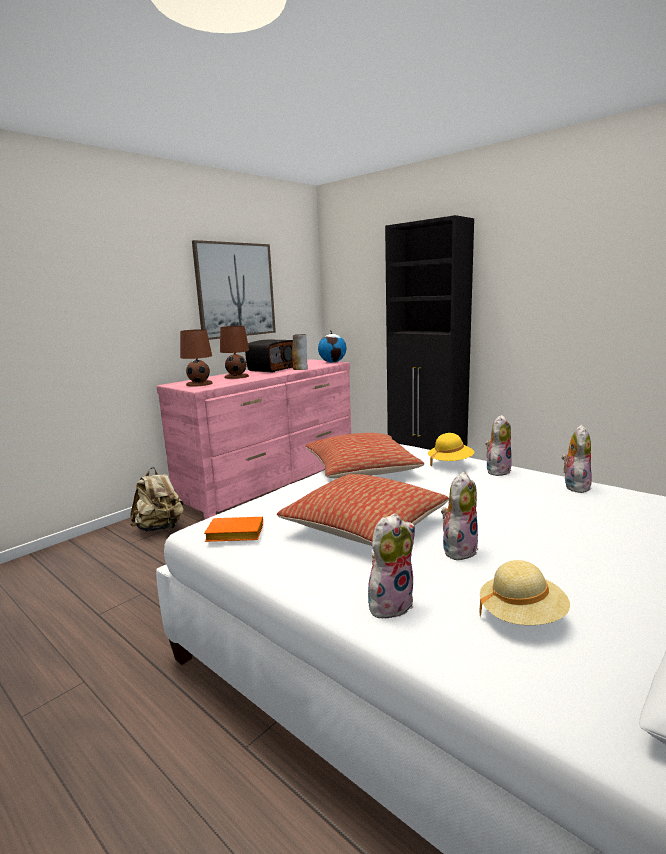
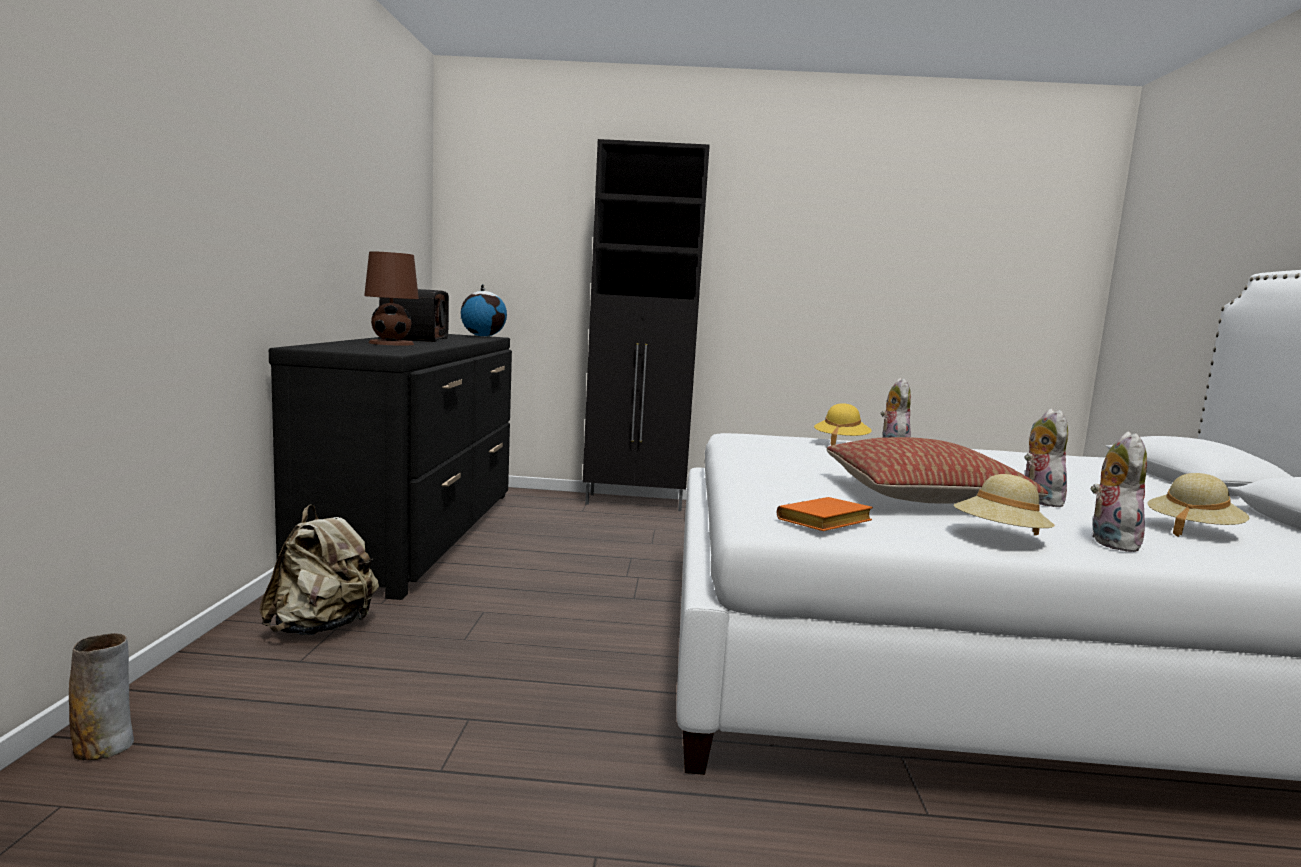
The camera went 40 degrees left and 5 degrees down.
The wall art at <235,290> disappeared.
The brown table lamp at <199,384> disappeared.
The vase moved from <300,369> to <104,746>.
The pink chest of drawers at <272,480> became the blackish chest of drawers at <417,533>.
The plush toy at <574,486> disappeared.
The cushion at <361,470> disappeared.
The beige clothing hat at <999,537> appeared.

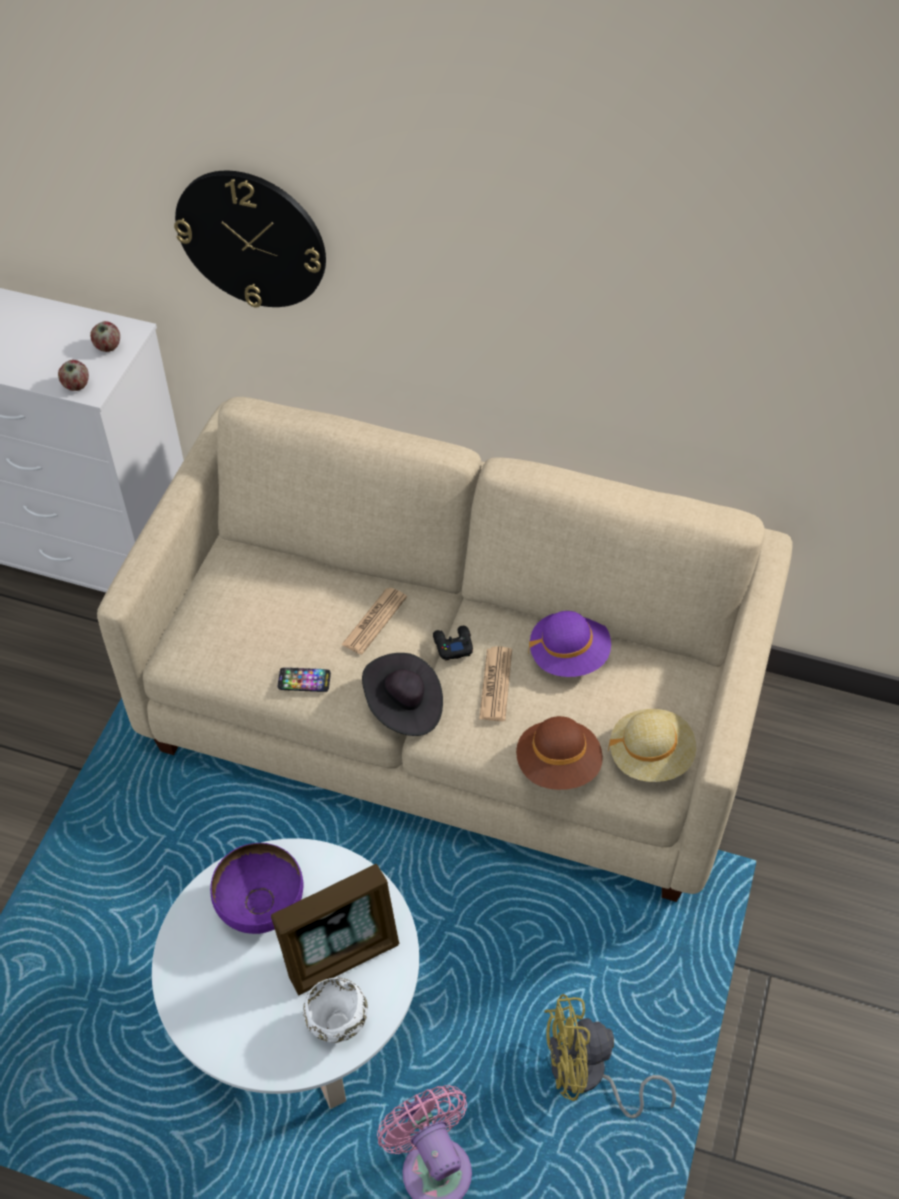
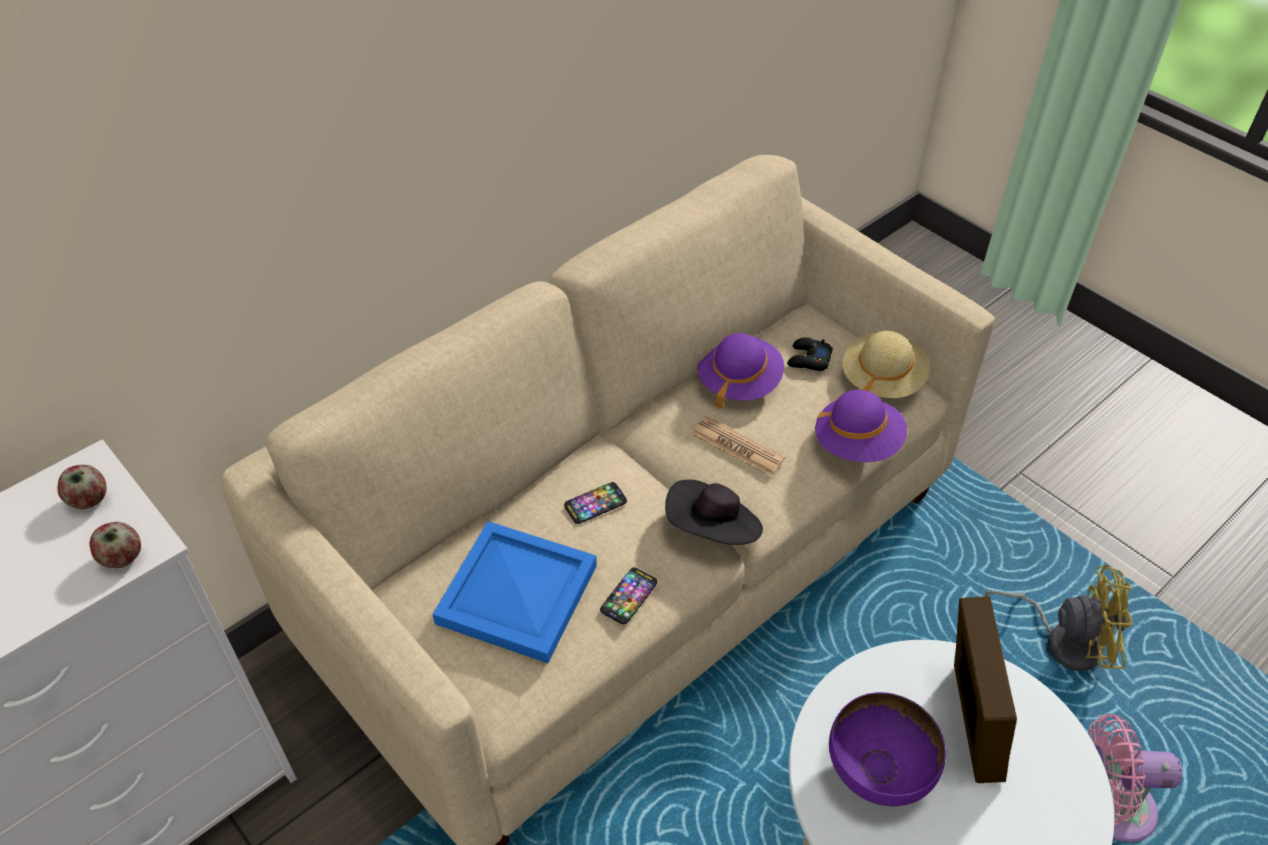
The camera went 60 degrees left and 5 degrees down.
The wall clock at <251,239> disappeared.
The printed paper at <374,621> was replaced by the phone at <595,504>.
The blackish joypad moved from <452,645> to <808,359>.
The brown clothing hat at <558,765> became the purplish clothing hat at <857,444>.
The whitish deep dish at <336,1024> disappeared.
The yellow fan at <588,1076> turned 105 degrees counterclockwise.
The blue tray at <518,596> appeared.

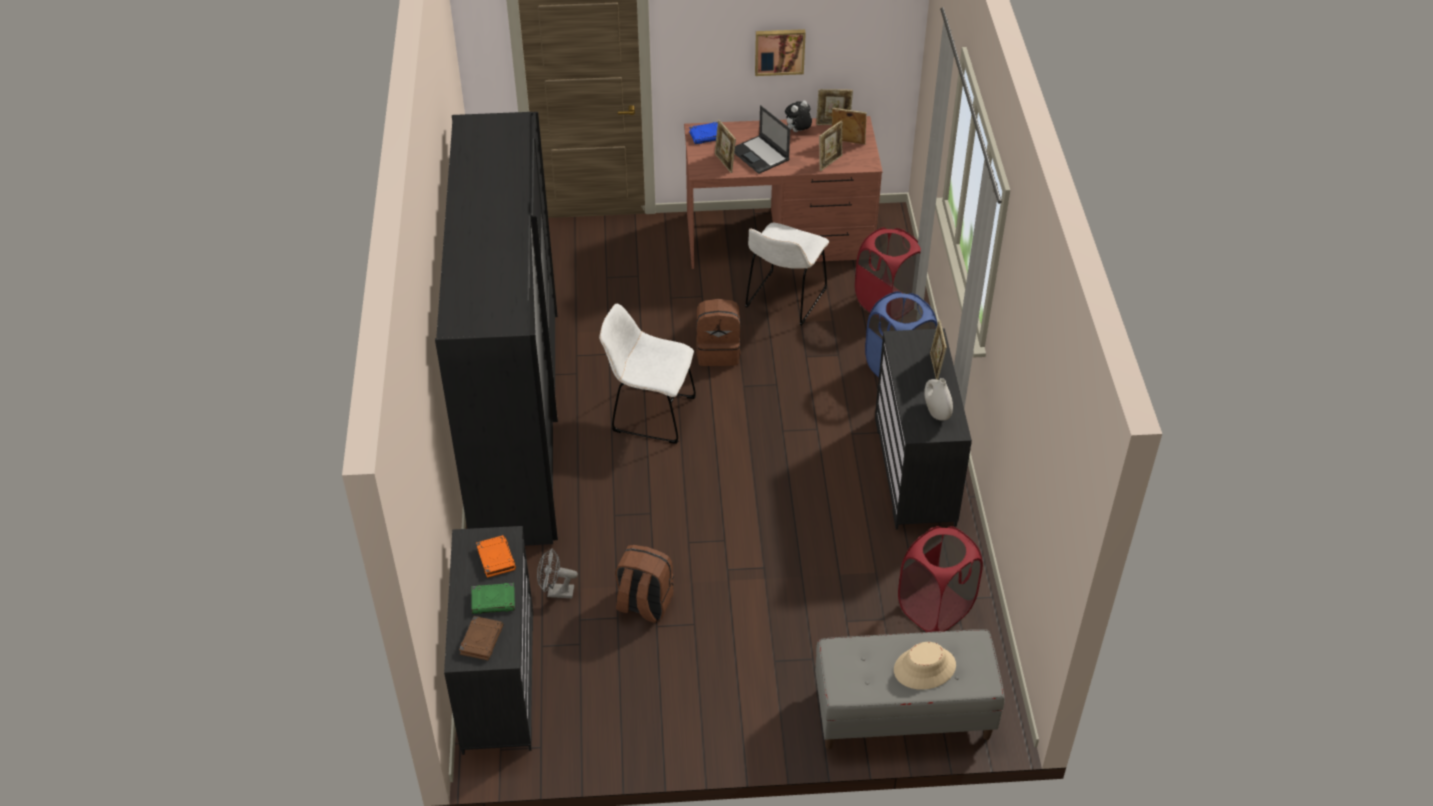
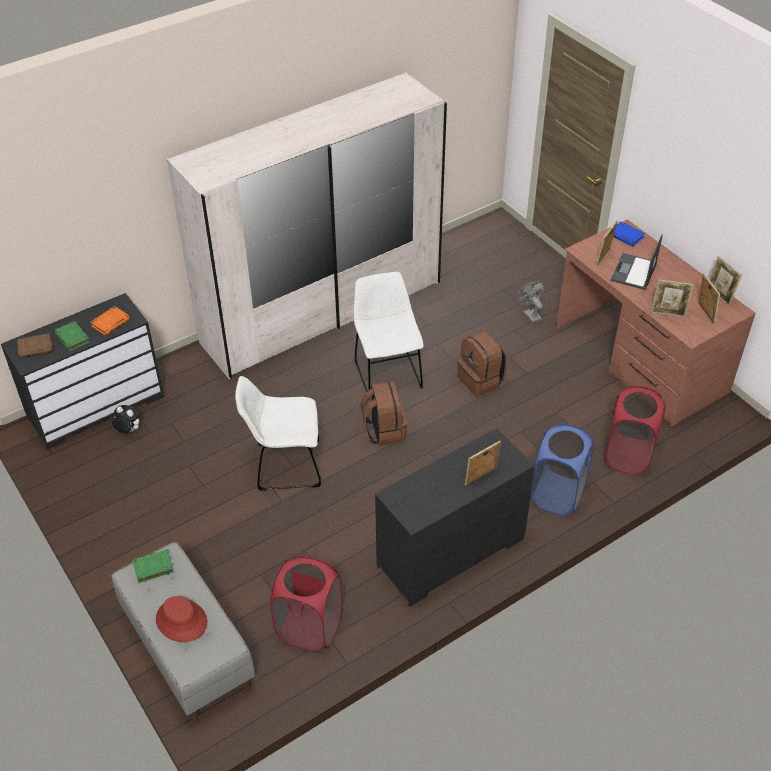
The camera went 60 degrees right and 0 degrees up.
The wall art at <779,51> disappeared.
The plush toy moved from <797,132> to <128,430>.
The blackish wardrobe at <516,425> became the whitish wardrobe at <323,312>.
The whitish plain chair moved from <784,301> to <284,465>.
The whitish vase at <936,412> disappeared.
The brown backpack moved from <644,604> to <384,430>.
The gray fan moved from <556,592> to <530,314>.
The beige clothing hat at <924,668> became the red-coloured clothing hat at <181,621>.
The green-coloured book at <153,568> appeared.

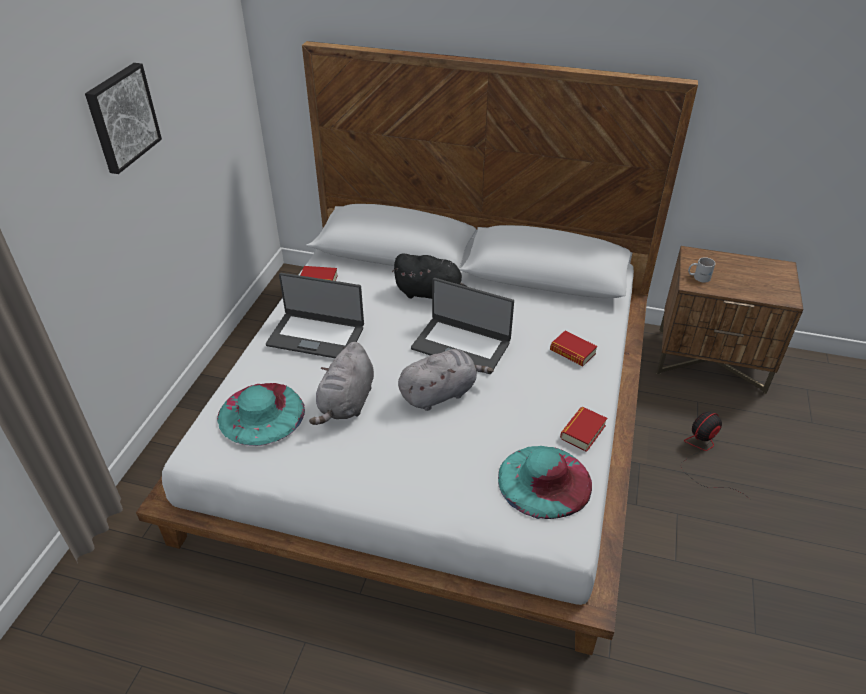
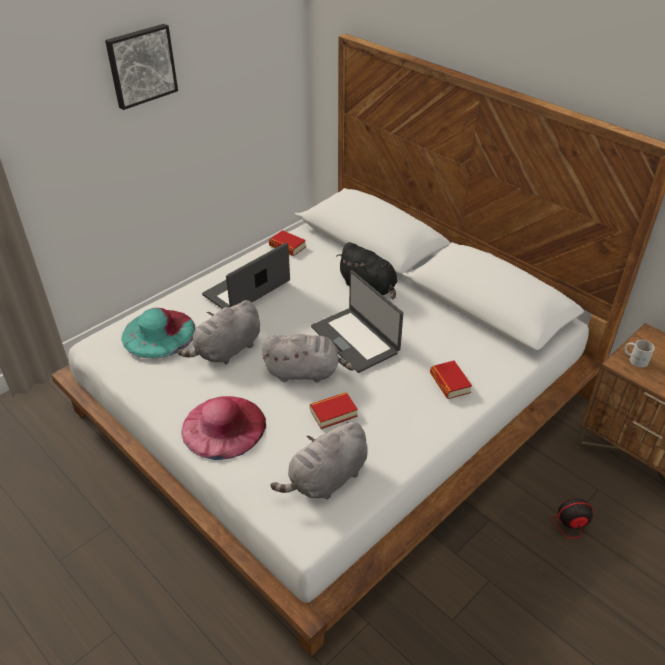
The camera went 30 degrees right and 0 degrees up.
The laptop at <316,335> turned 90 degrees clockwise.
The book moved from <583,432> to <333,413>.
The turquoise-coloured clothing hat at <544,481> was replaced by the gray plush toy at <326,479>.
The pink clothing hat at <223,426> appeared.

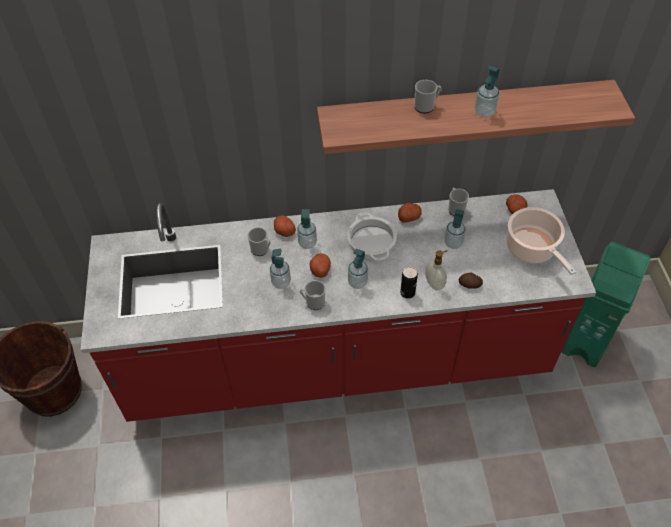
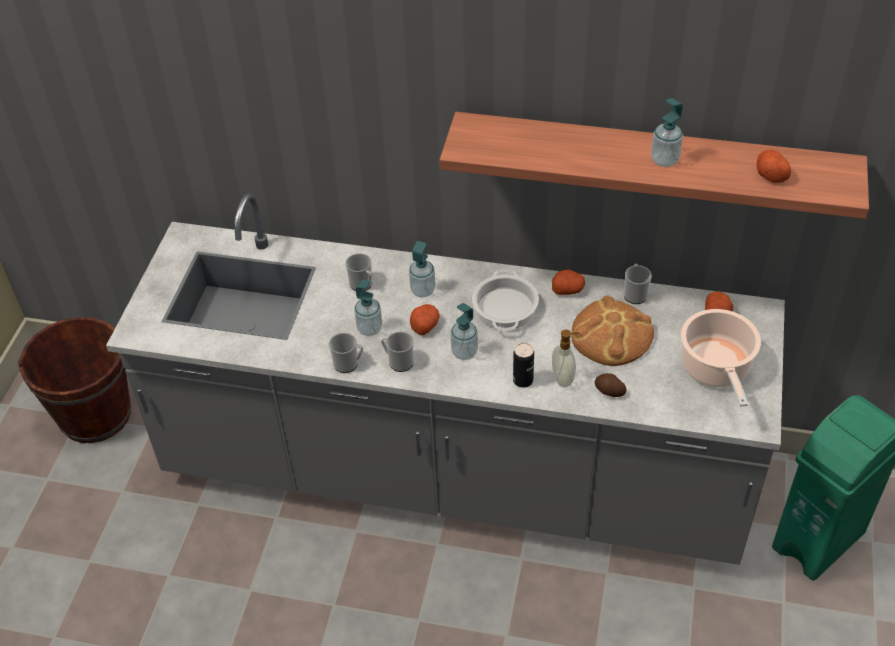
The camera went 20 degrees right and 5 degrees down.
The tea mug moved from <426,106> to <348,364>.
The red-coloured counter at <337,361> became the gray counter at <454,474>.
The soap bottle at <453,243> was replaced by the baked bread at <611,335>.
The whole potato moved from <284,230> to <770,174>.

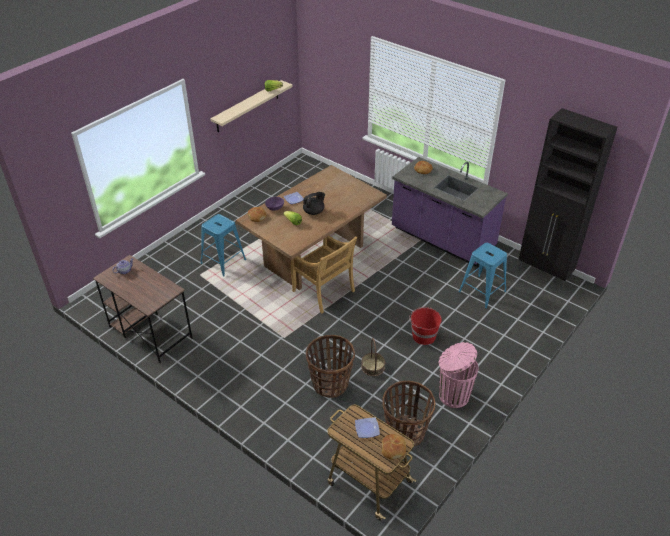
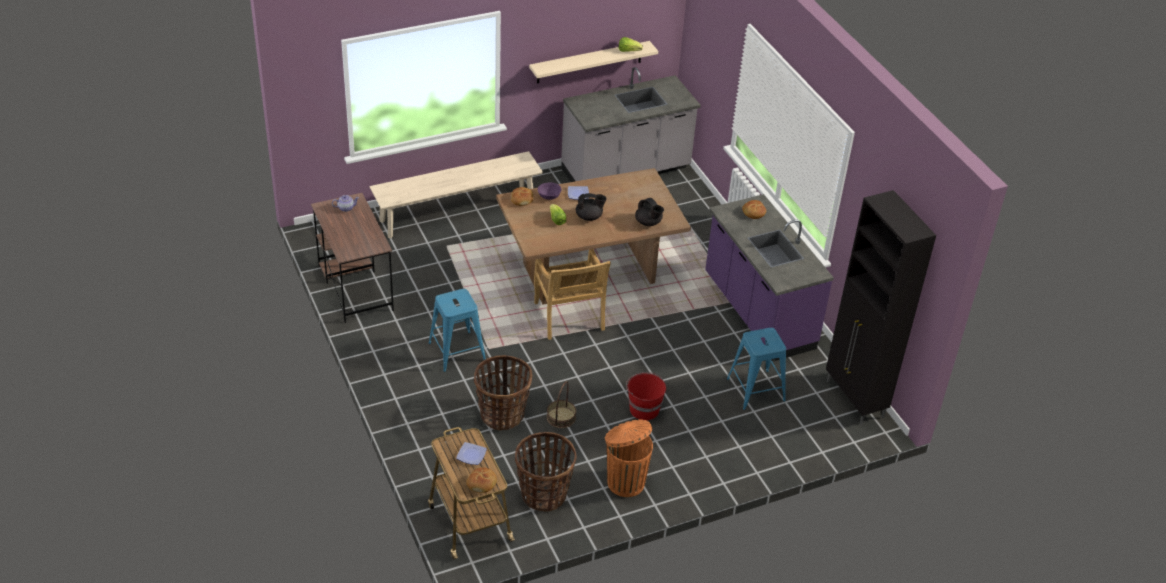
The camera went 25 degrees right and 0 degrees up.
The blue stool seat moved from <223,261> to <457,351>.
The pink trash can at <452,395> became the orange-coloured trash can at <625,482>.
The gray counter at <626,171> appeared.
The beige long seat at <457,212> appeared.
The blackish tea pot at <648,222> appeared.

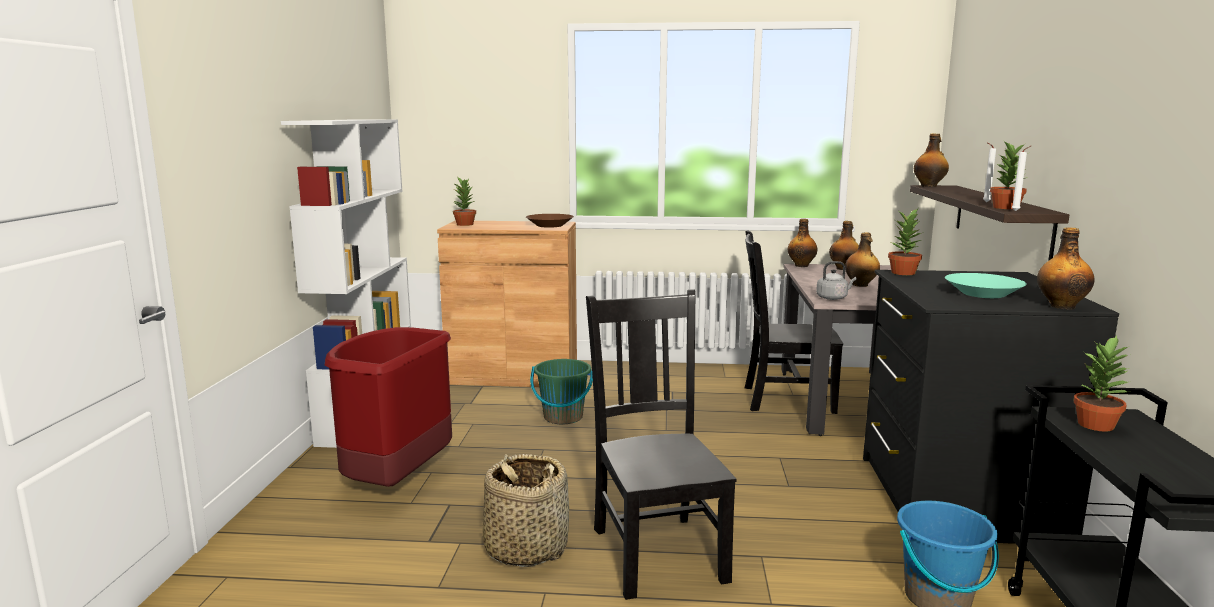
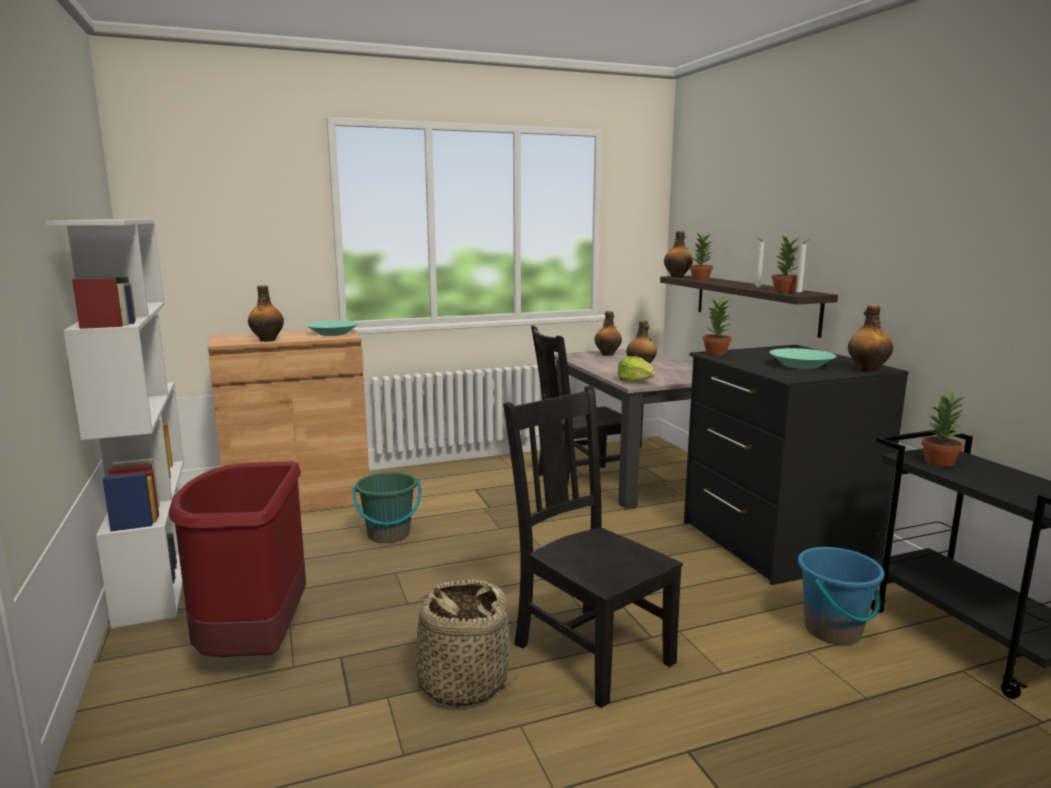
The camera went 25 degrees left and 0 degrees up.
The houseplant moved from <465,224> to <700,279>.
The brown deep dish at <549,225> became the turquoise-coloured deep dish at <333,333>.
The drink bottle moved from <801,265> to <268,340>.
The gray tea kettle at <833,298> was replaced by the lettuce head at <635,381>.

